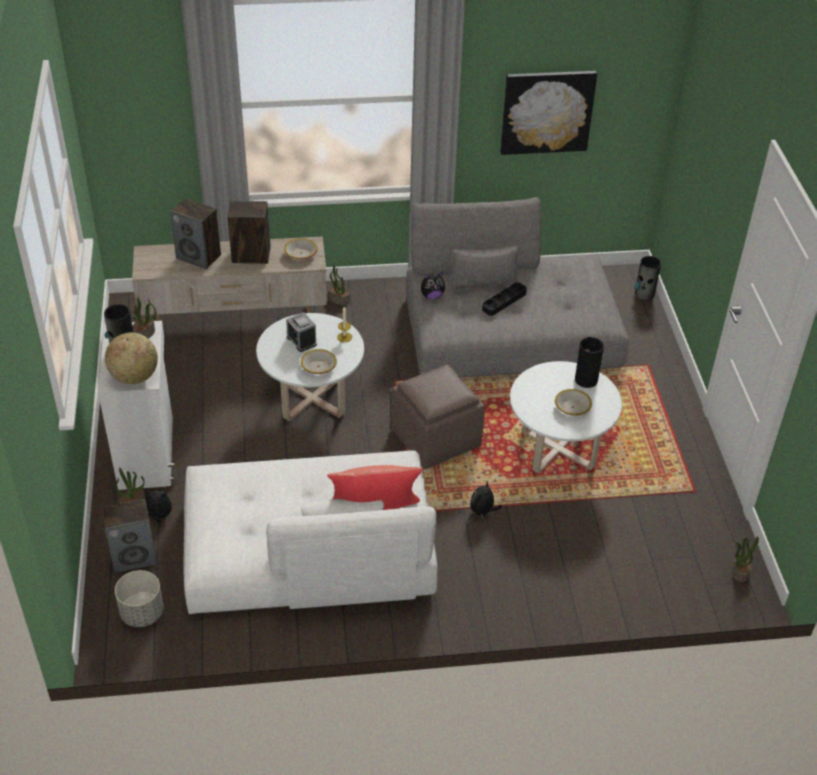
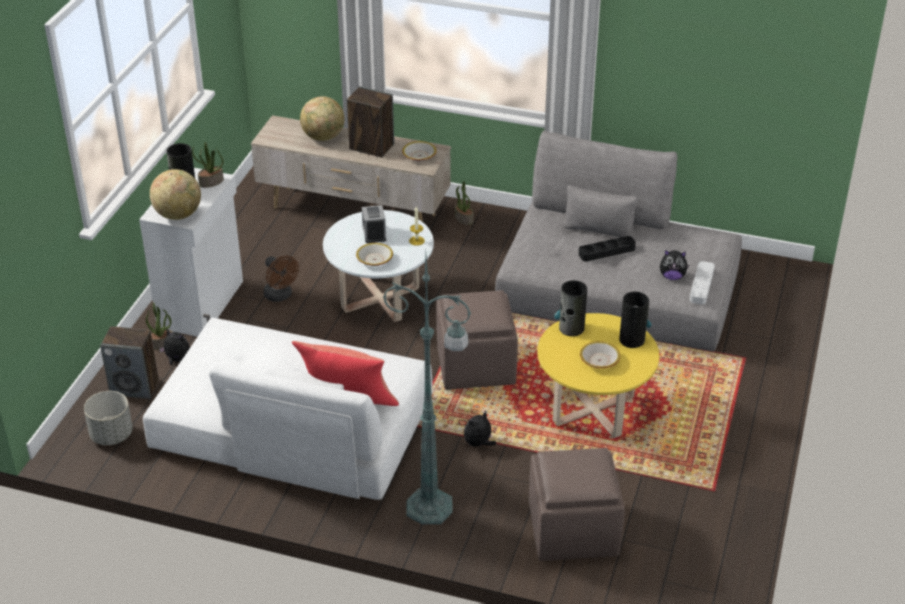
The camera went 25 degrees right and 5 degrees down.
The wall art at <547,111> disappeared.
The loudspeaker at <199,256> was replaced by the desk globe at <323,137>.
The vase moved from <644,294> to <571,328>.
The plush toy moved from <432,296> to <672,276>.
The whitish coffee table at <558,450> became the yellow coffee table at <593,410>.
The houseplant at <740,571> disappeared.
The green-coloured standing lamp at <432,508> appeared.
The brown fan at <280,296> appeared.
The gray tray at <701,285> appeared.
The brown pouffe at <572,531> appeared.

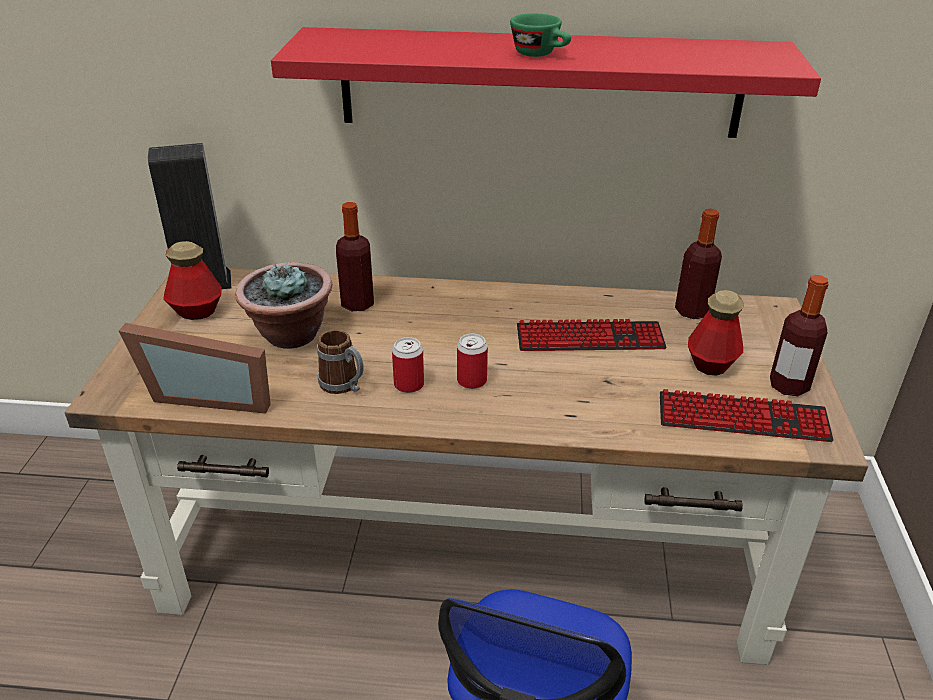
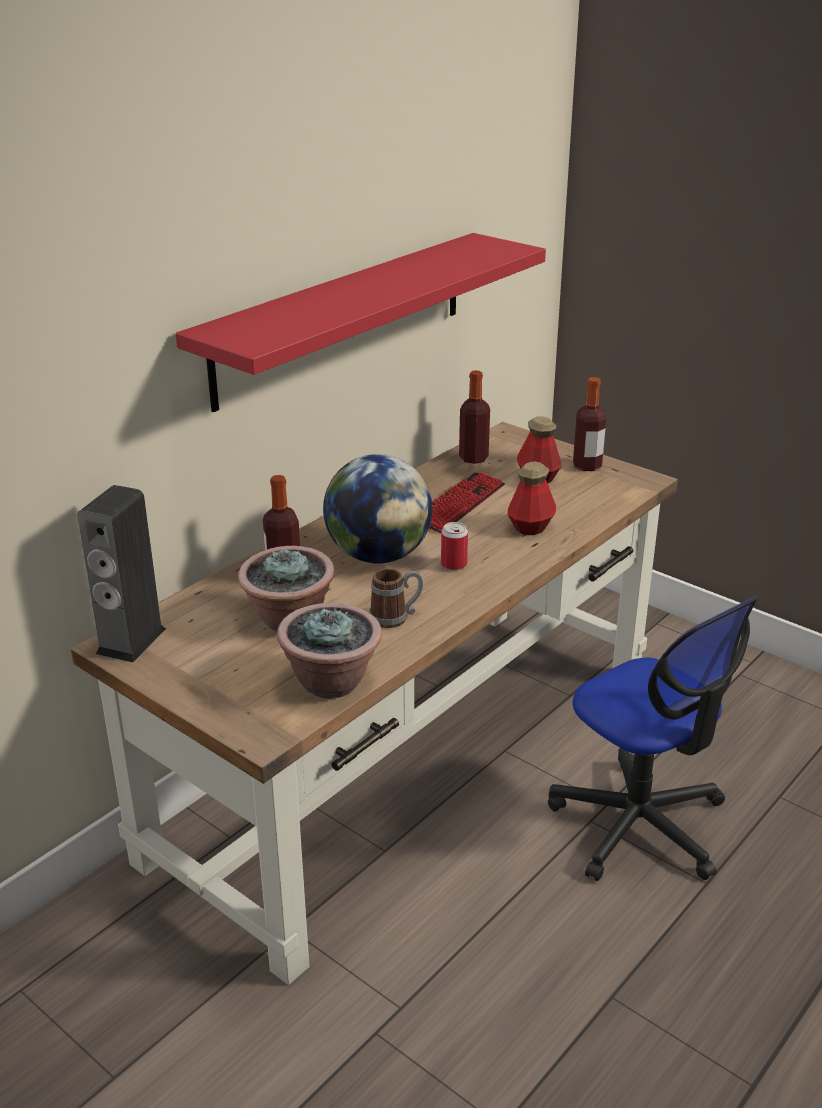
The camera went 55 degrees left and 5 degrees down.
The green-coloured small cup at <541,54> disappeared.
The drink bottle moved from <196,311> to <530,527>.
The picture frame at <210,395> was replaced by the houseplant at <331,682>.
The metal can at <409,385> disappeared.
The keyboard at <742,419> disappeared.
The desk globe at <378,555> appeared.

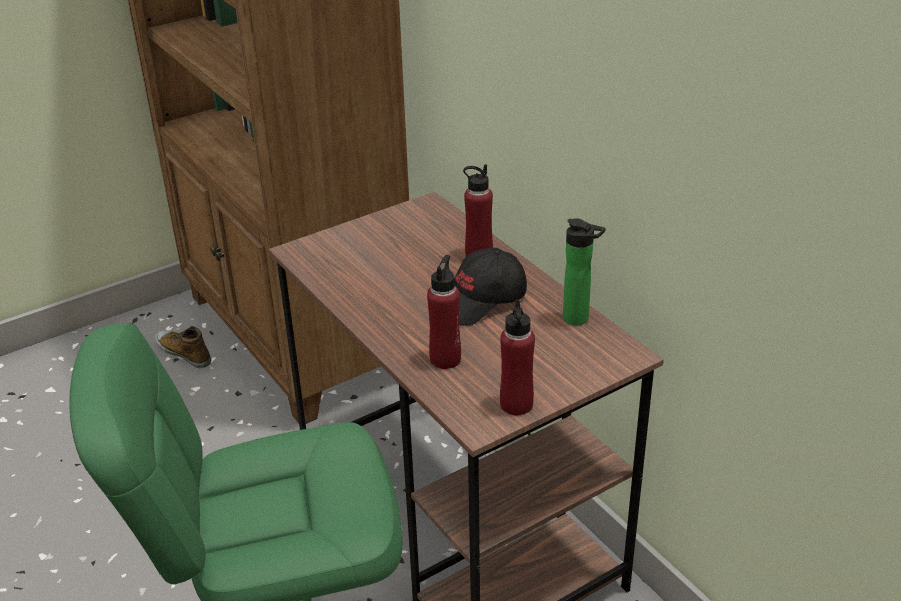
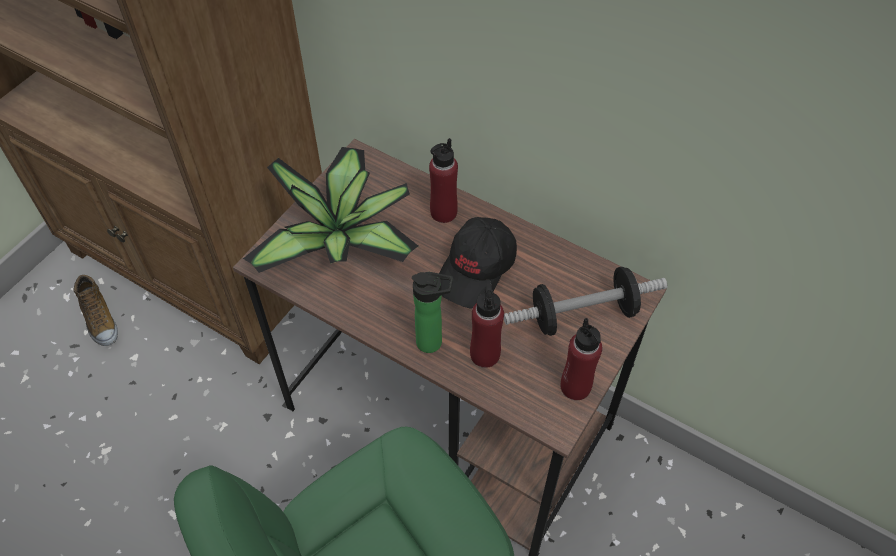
The camera went 25 degrees left and 20 degrees up.
The drink bottle moved from <579,319> to <433,343>.
The shoe at <184,352> turned 135 degrees counterclockwise.
The houseplant at <340,236> appeared.
The dumbbell at <582,314> appeared.

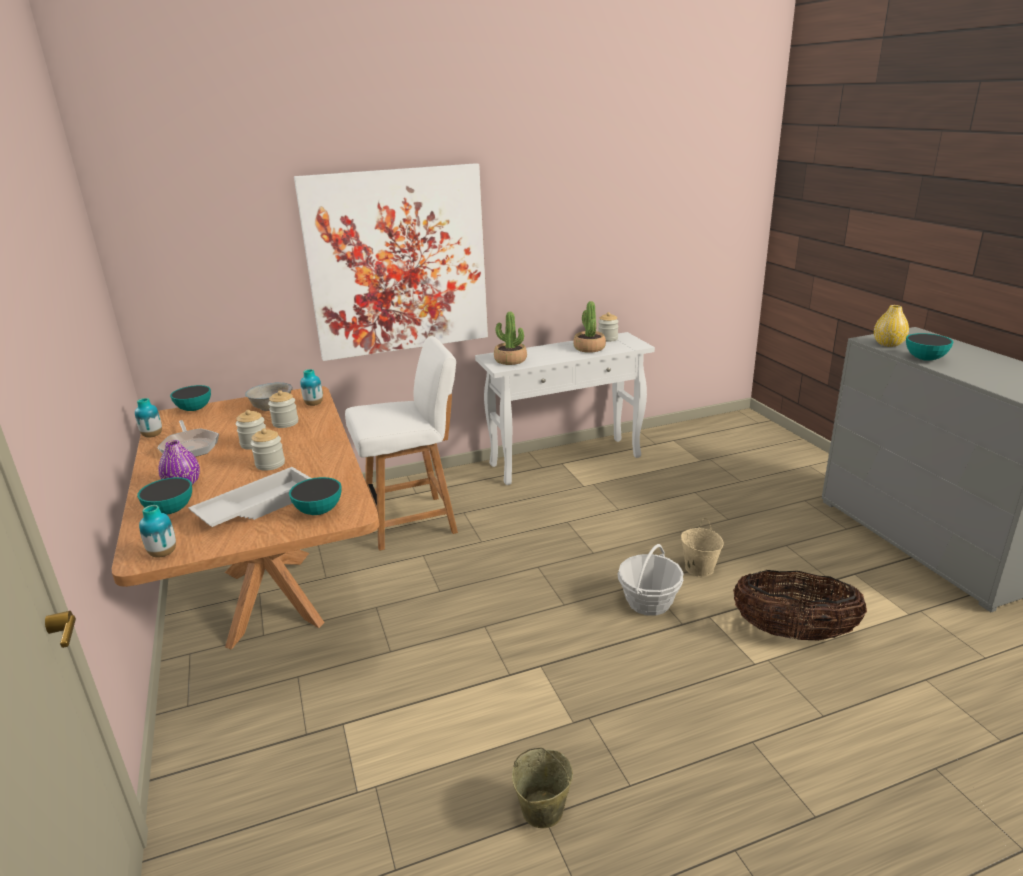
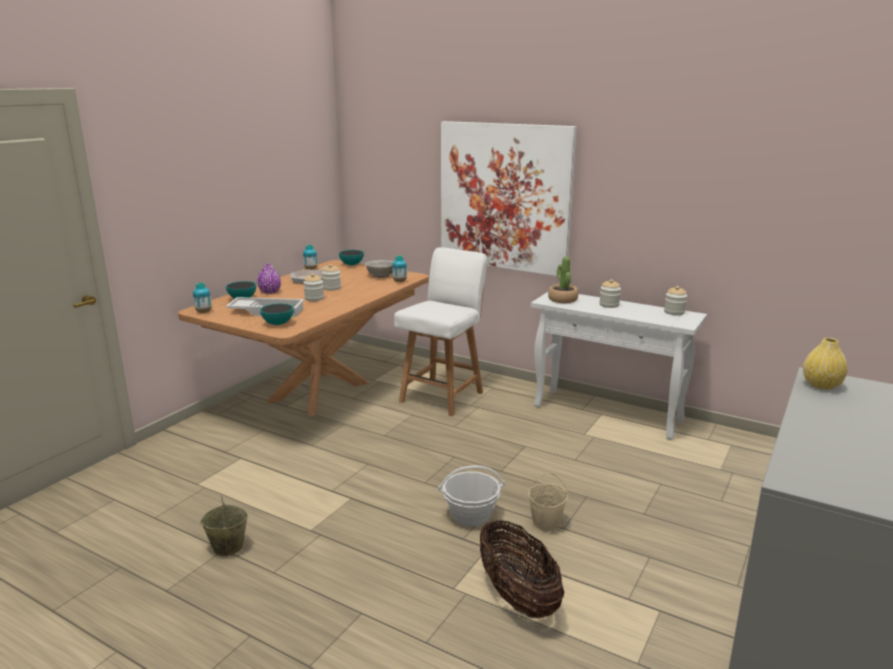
The camera went 50 degrees right and 5 degrees down.
The houseplant at <589,348> disappeared.
The deep dish at <925,359> disappeared.
The whitish plain chair at <413,521> turned 90 degrees counterclockwise.
The storage jar moved from <285,423> to <609,305>.

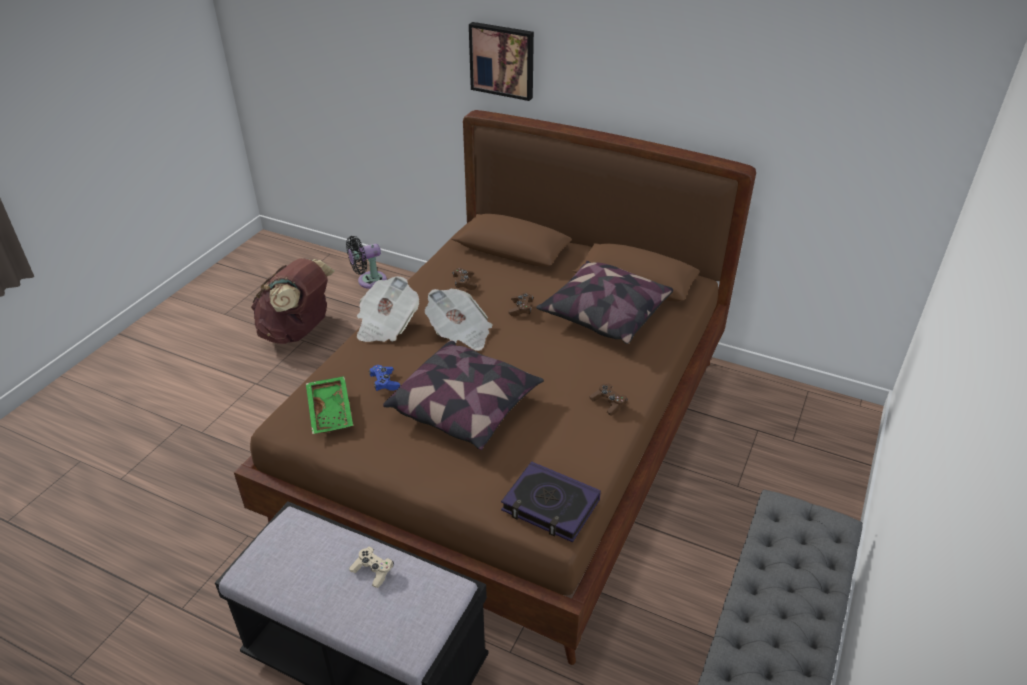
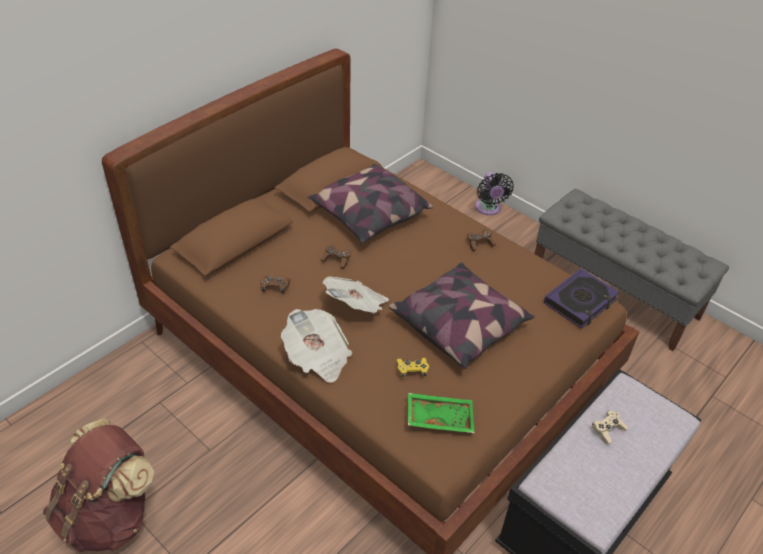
The camera went 75 degrees left and 5 degrees up.
The wall art at <503,60> disappeared.
The blackish fan moved from <369,281> to <488,209>.
The blue joypad at <384,383> became the yellow joypad at <412,371>.

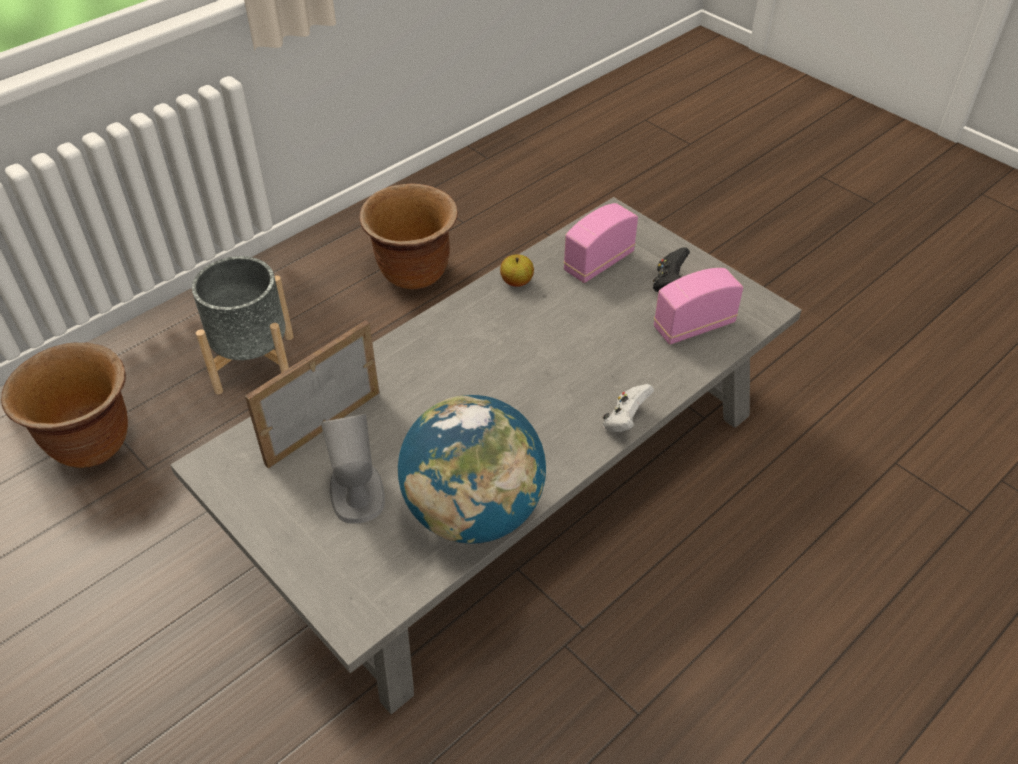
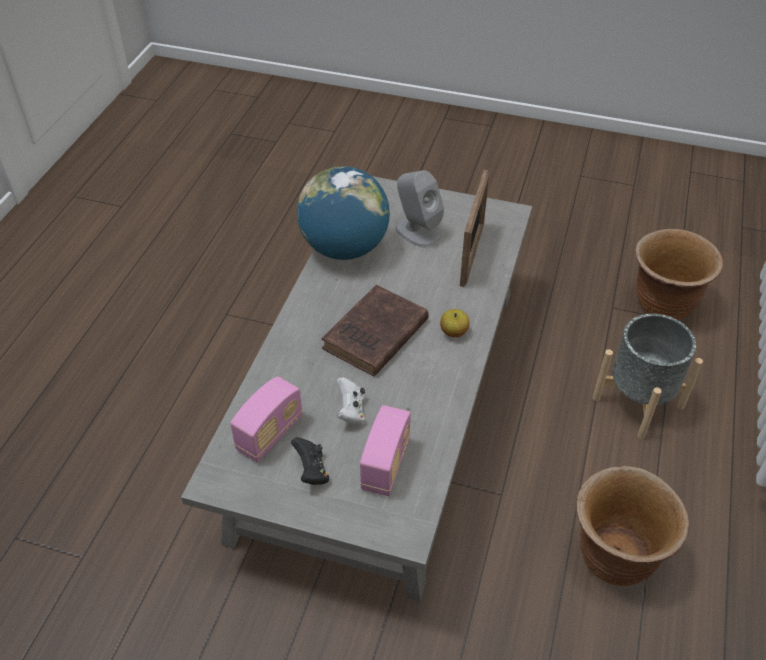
The camera went 150 degrees right and 0 degrees up.
The apple moved from <516,282> to <454,332>.
The whitish joypad moved from <625,420> to <351,411>.
The brown book at <374,336> appeared.

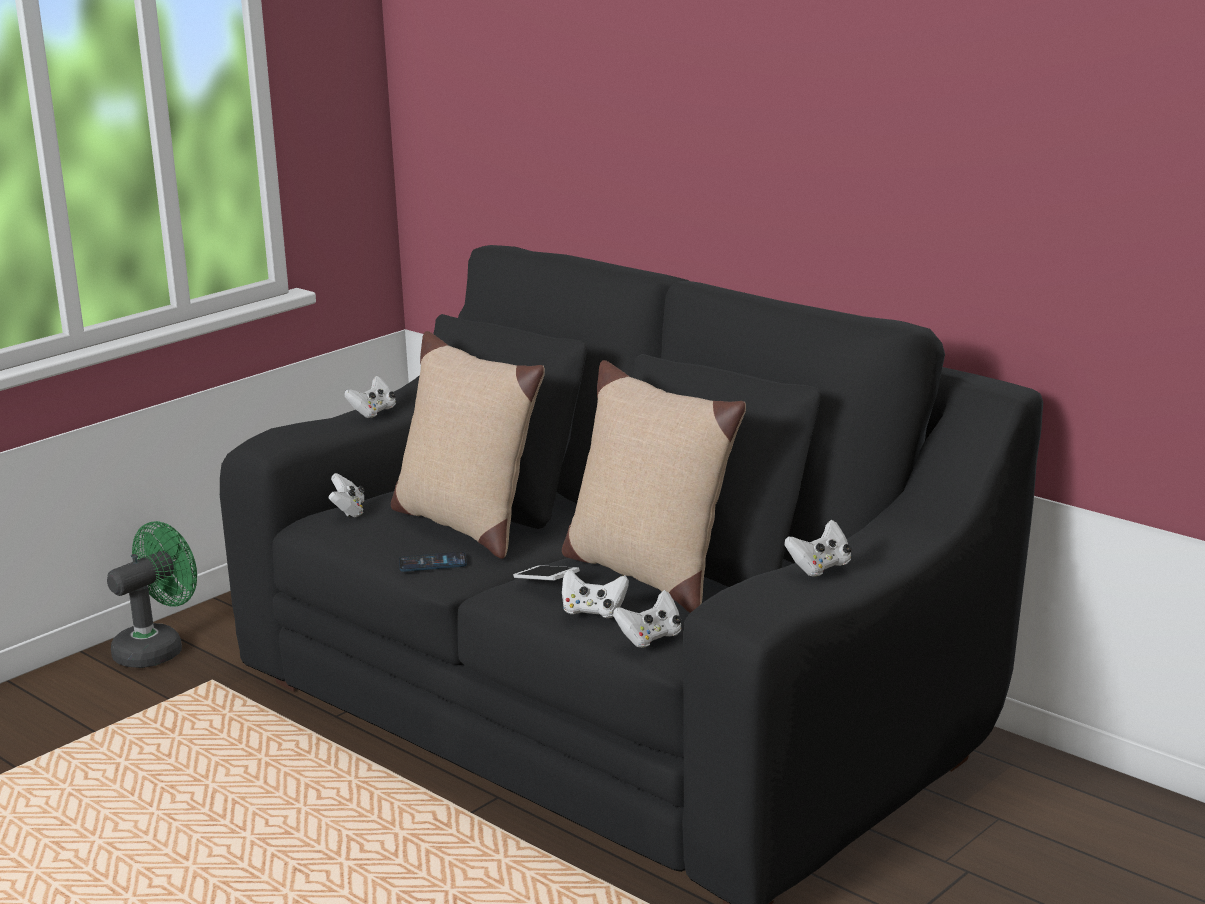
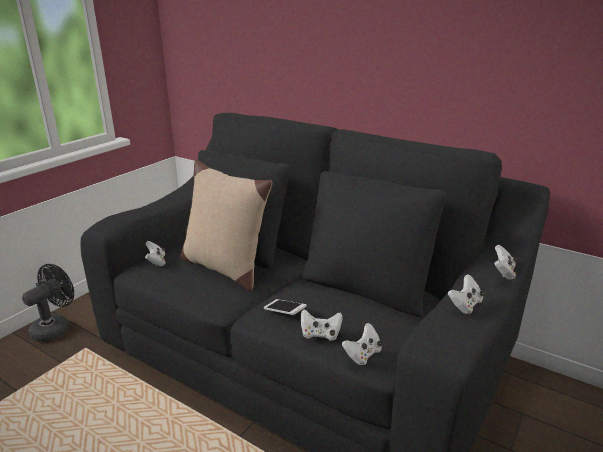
The camera went 10 degrees left and 5 degrees up.
The beige cushion at <647,574> disappeared.
The whitish joypad moved from <373,412> to <503,272>.
The green-coloured fan at <157,649> became the blackish fan at <55,328>.
The phone at <432,563> disappeared.

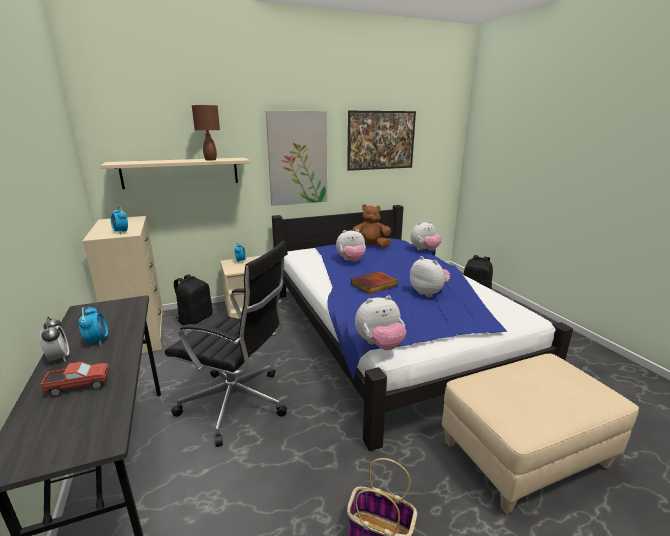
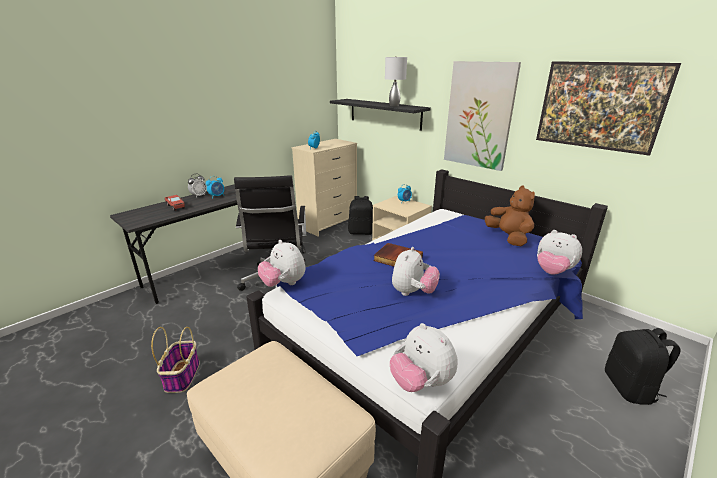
The camera went 65 degrees right and 5 degrees up.
The brown table lamp at <211,160> became the gray table lamp at <394,105>.
The beige bracket shelf at <181,172> became the blackish bracket shelf at <384,113>.
The plush toy moved from <351,260> to <421,382>.

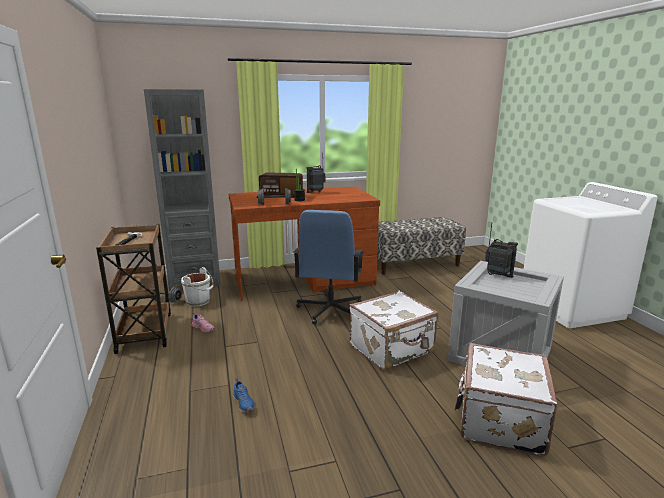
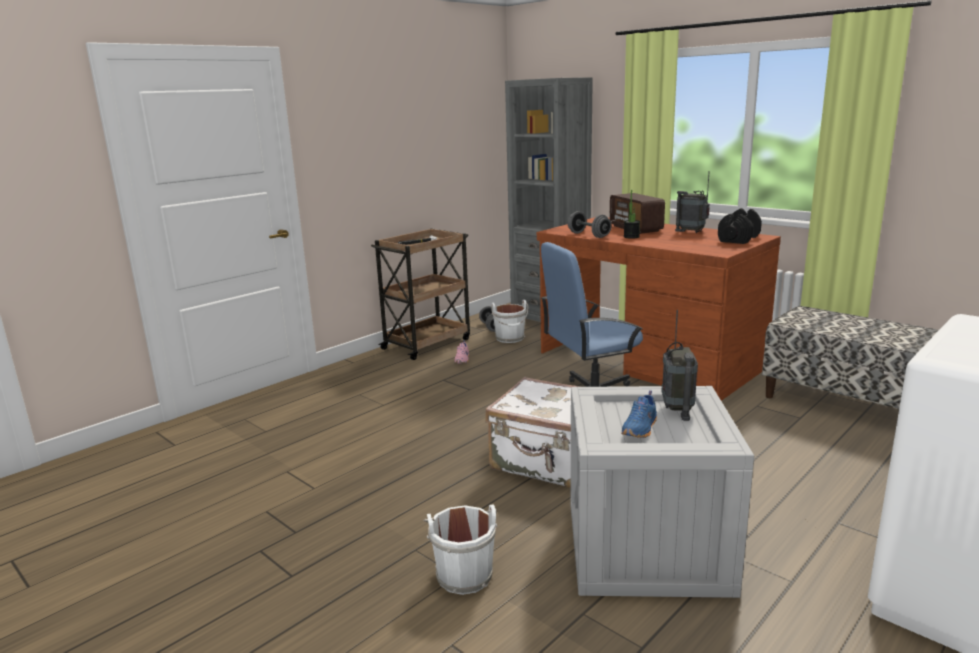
The camera went 60 degrees right and 0 degrees up.
The whitish travel case at <499,420> was replaced by the whitish bucket at <463,574>.
The blue shoe moved from <244,403> to <640,429>.
The blackish dumbbell at <738,239> appeared.

